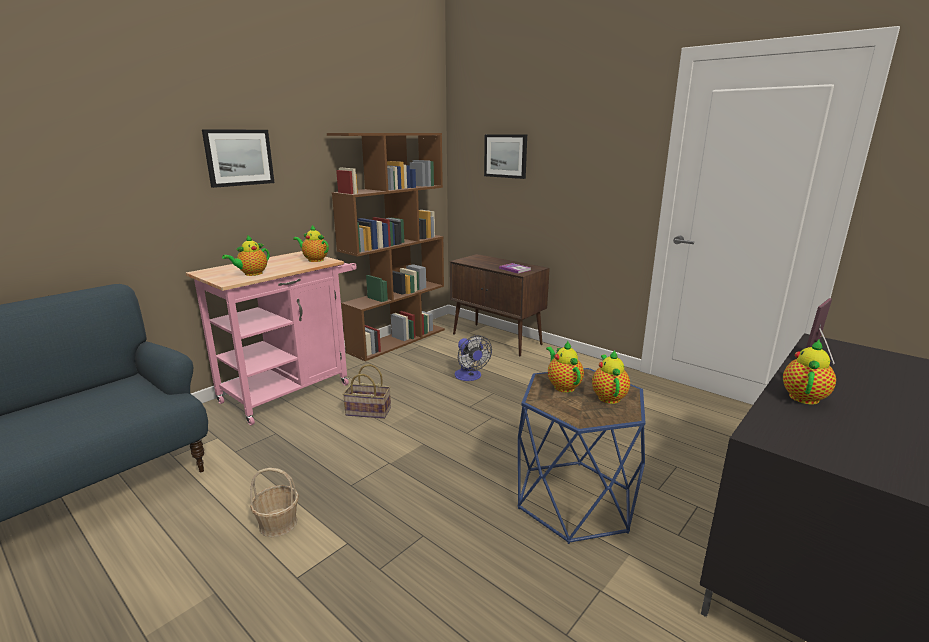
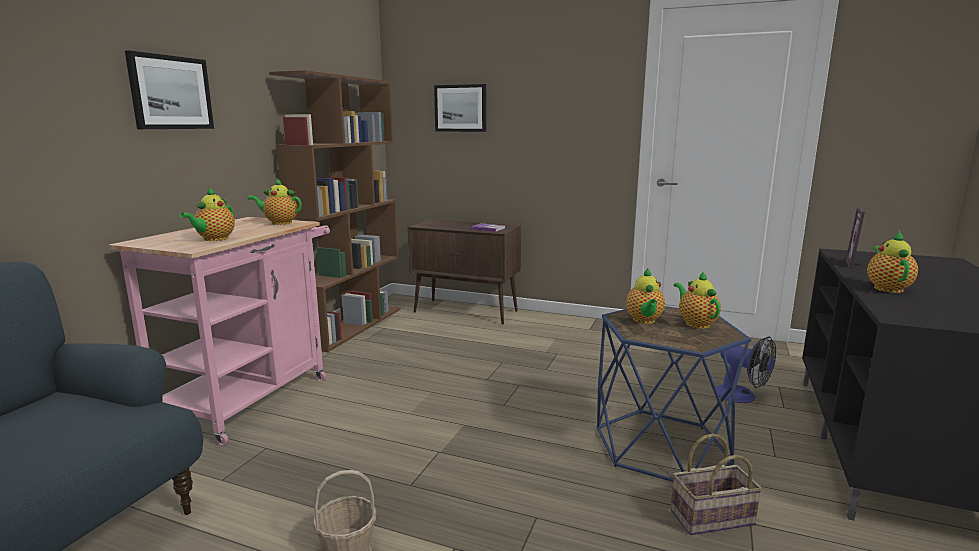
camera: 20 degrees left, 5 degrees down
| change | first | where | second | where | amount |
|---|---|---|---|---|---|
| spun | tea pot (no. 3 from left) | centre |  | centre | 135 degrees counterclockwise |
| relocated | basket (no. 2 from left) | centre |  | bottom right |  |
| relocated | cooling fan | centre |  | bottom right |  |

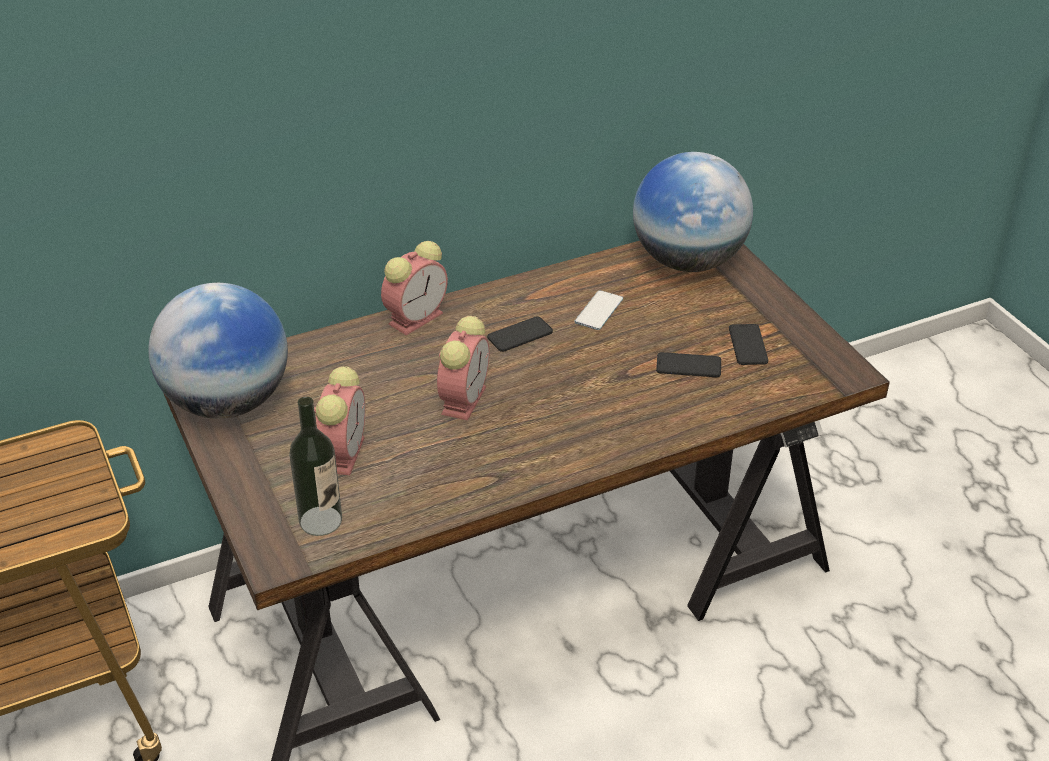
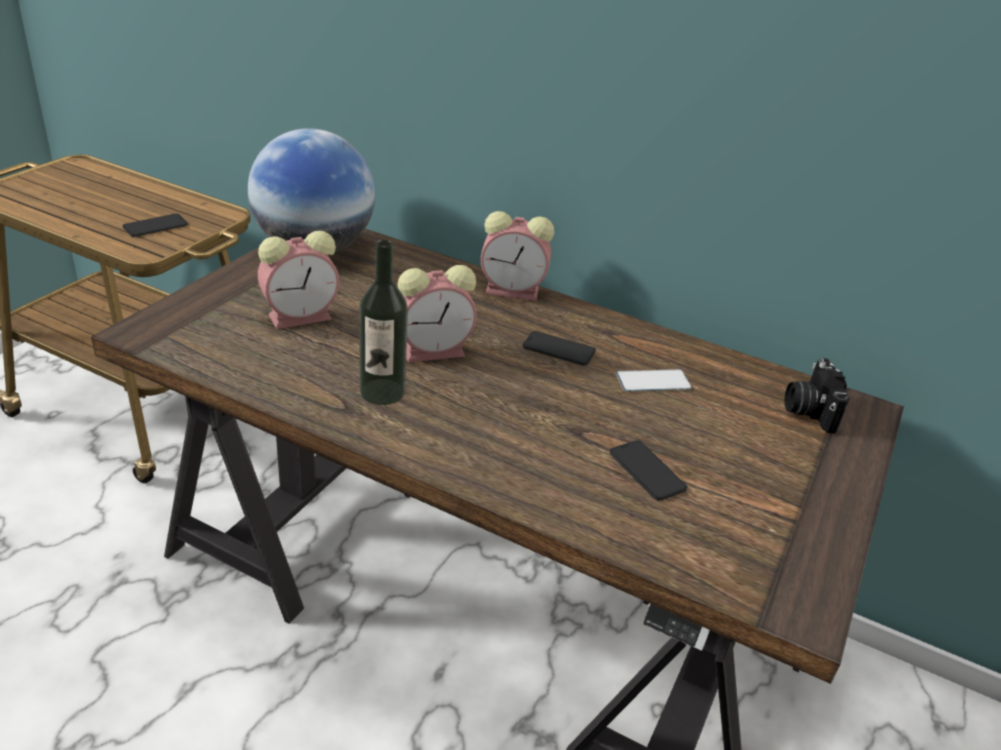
camera: 50 degrees right, 5 degrees down
| change | first | where | second | where | amount |
|---|---|---|---|---|---|
| relocated | phone (no. 4 from left in the first image) | middle right | phone (no. 1 from left) | top left |  |
| relocated | beverage bottle | middle left |  | centre |  |
| exchanged | world globe (no. 2 from left) | top centre | still camera | middle right |  |

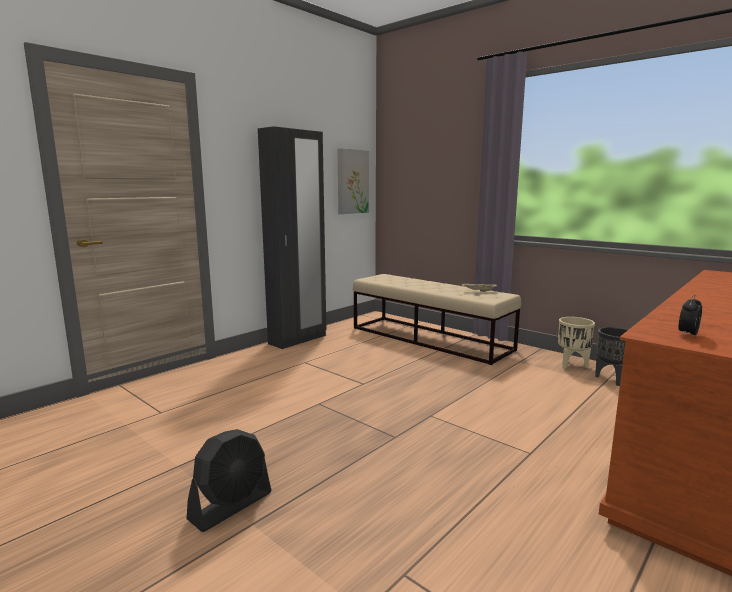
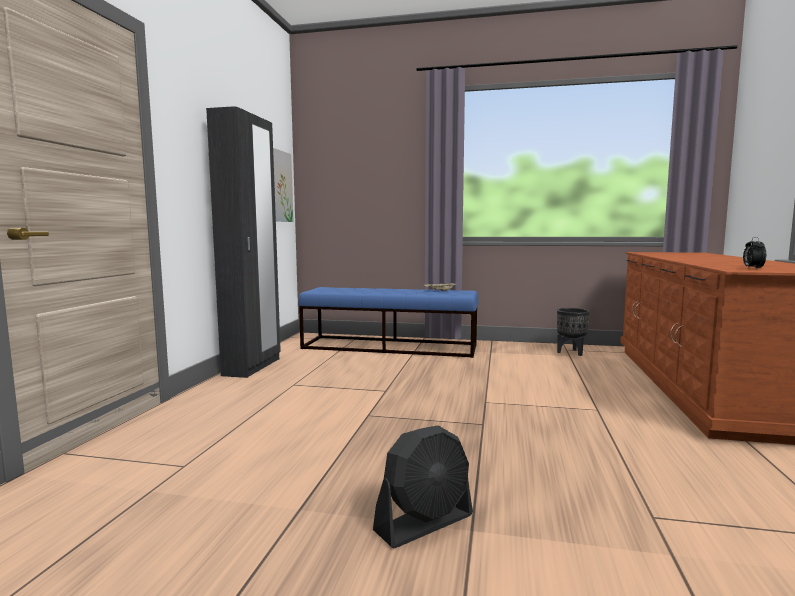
camera: 30 degrees left, 5 degrees down
| change | first | where | second | where | amount |
|---|---|---|---|---|---|
| colour | bench/beige | centre | bench/blue-coloured | centre |  |
| spun | cooling fan/black | bottom left |  | bottom centre | 45 degrees clockwise |
| missing | flower pot/beige | middle right |  |  |  |

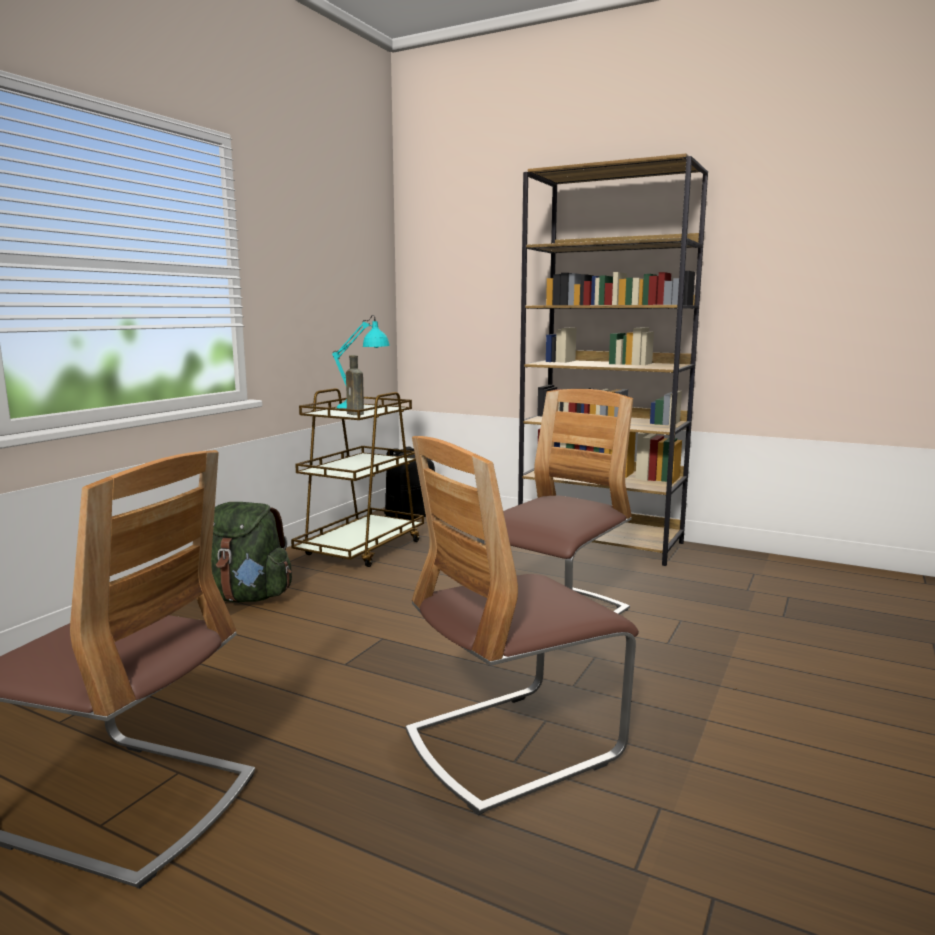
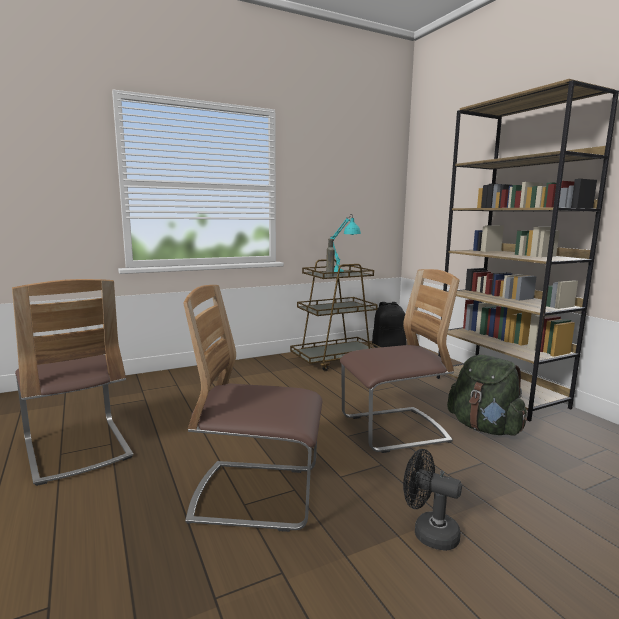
camera: 35 degrees right, 0 degrees up
| change | first | where | second | where | amount |
|---|---|---|---|---|---|
| appeared |  |  | cooling fan/black | bottom right |  |
| relocated | rucksack/green-coloured | middle left |  | middle right |  |

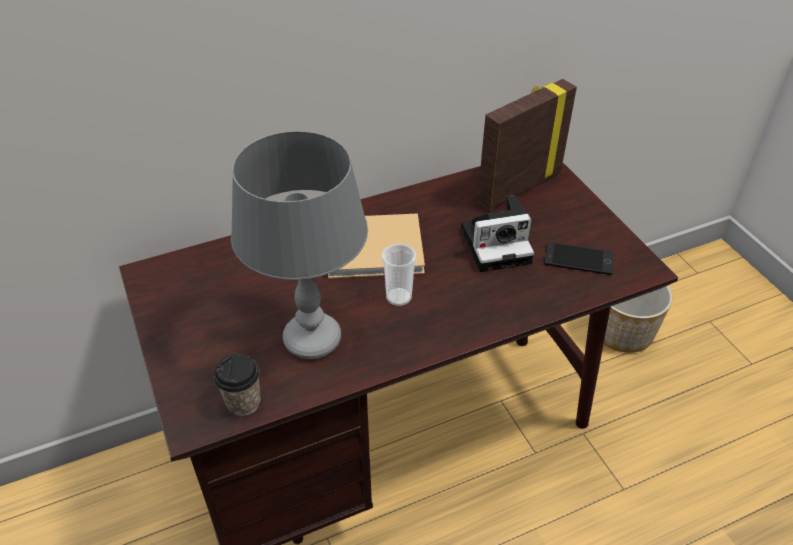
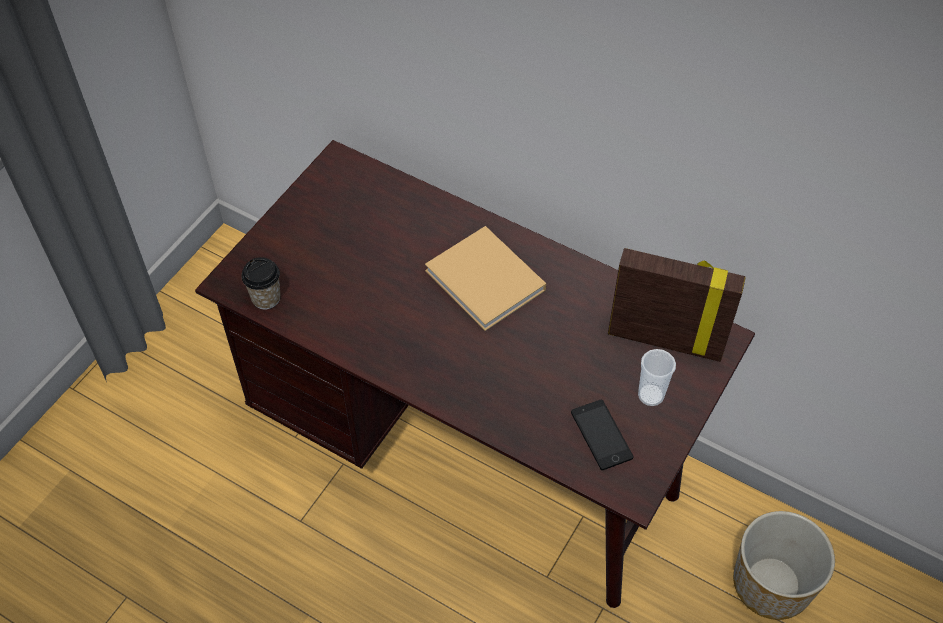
camera: 55 degrees right, 10 degrees up
| change | first | where | second | where | amount |
|---|---|---|---|---|---|
| relocated | cup (no. 2 from left) | centre |  | middle right |  |
| missing | tabletop lamp/greyish | centre |  |  |  |
| missing | still camera | centre |  |  |  |

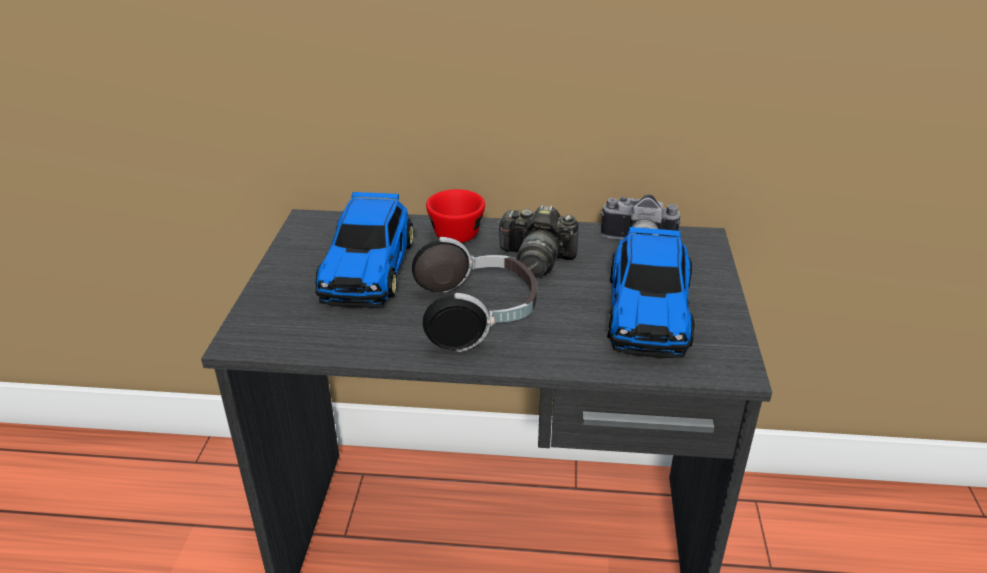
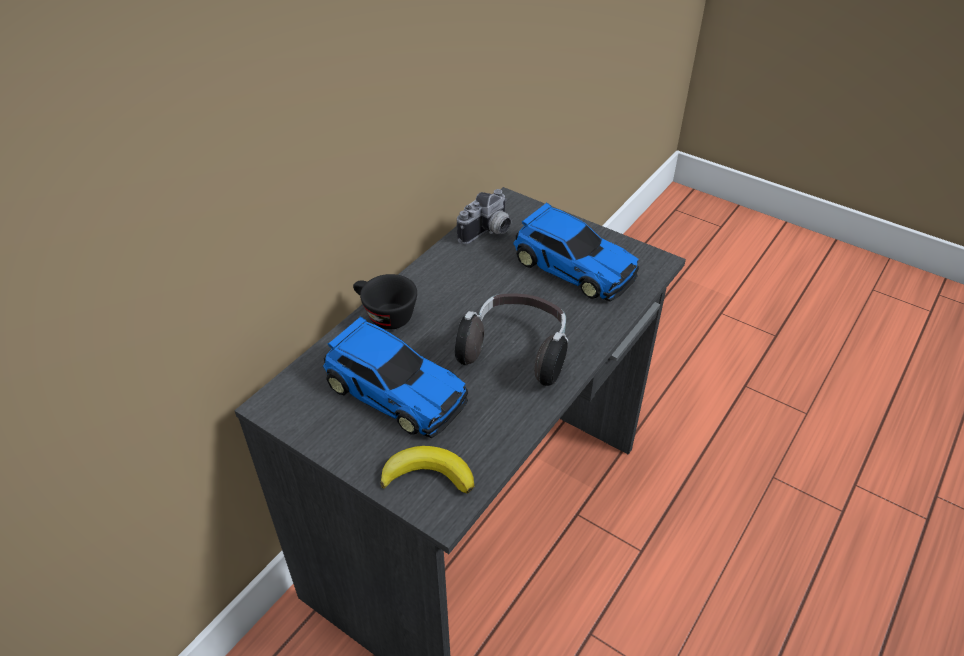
camera: 60 degrees left, 10 degrees up
| change | first | where | second | where | amount |
|---|---|---|---|---|---|
| colour | cup/reddish | centre | cup/black | centre |  |
| appeared |  |  | banana fruit | bottom centre |  |
| missing | still camera (no. 1 from left) | centre |  |  |  |

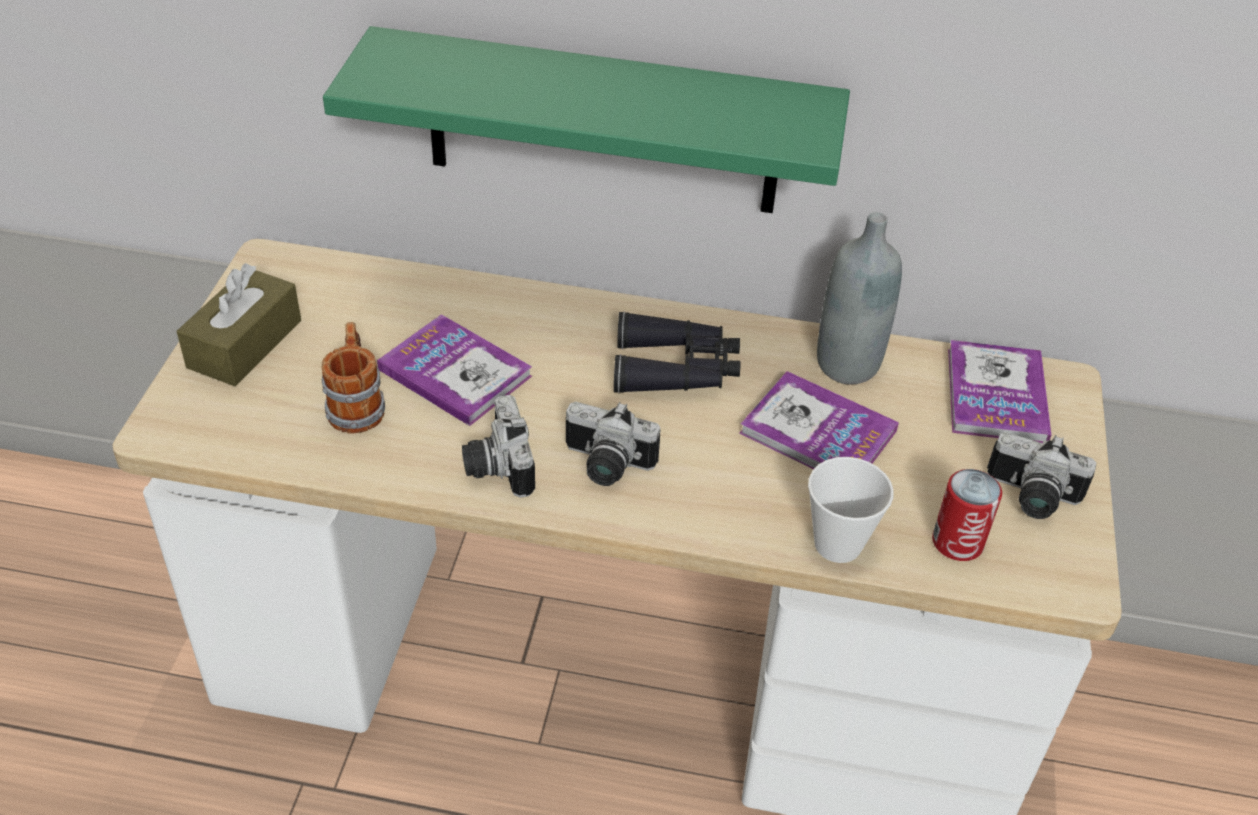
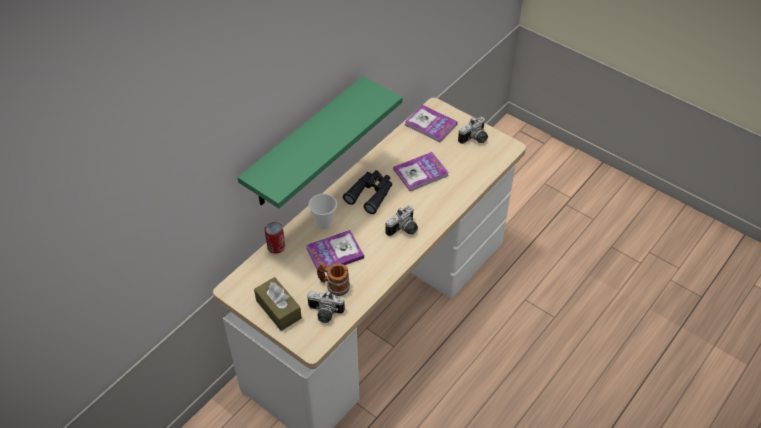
camera: 60 degrees left, 5 degrees up
| change | first | where | second | where | amount |
|---|---|---|---|---|---|
| relocated | can | middle right |  | centre |  |
| relocated | still camera (no. 1 from left) | centre |  | bottom centre |  |
| relocated | cup | middle right |  | centre |  |
| missing | beverage bottle/greyish | middle right |  |  |  |

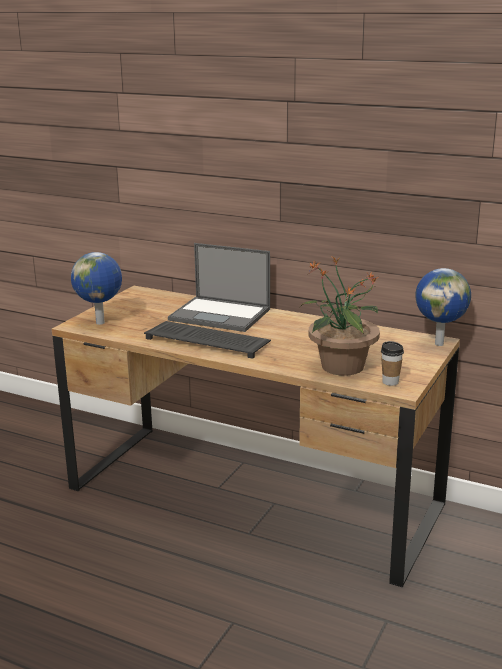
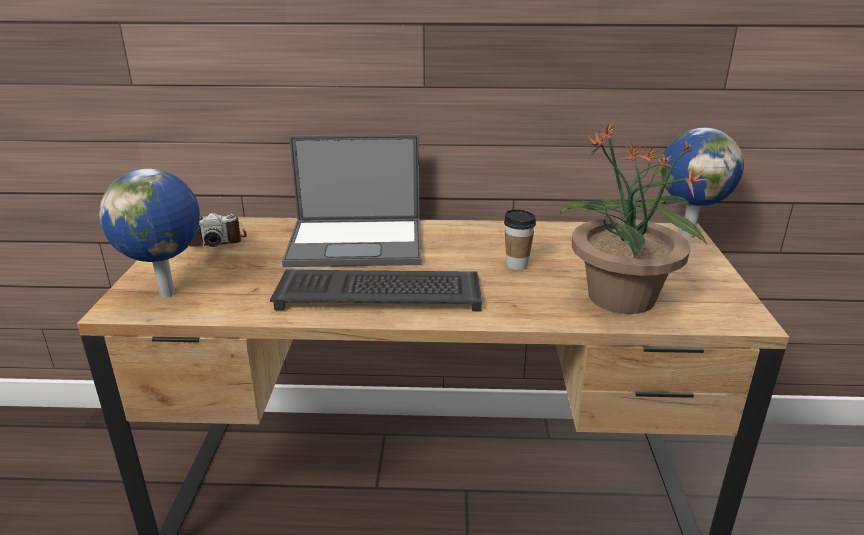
camera: 25 degrees left, 5 degrees up
| change | first | where | second | where | amount |
|---|---|---|---|---|---|
| appeared |  |  | still camera | middle left |  |
| relocated | cup | middle right |  | centre |  |

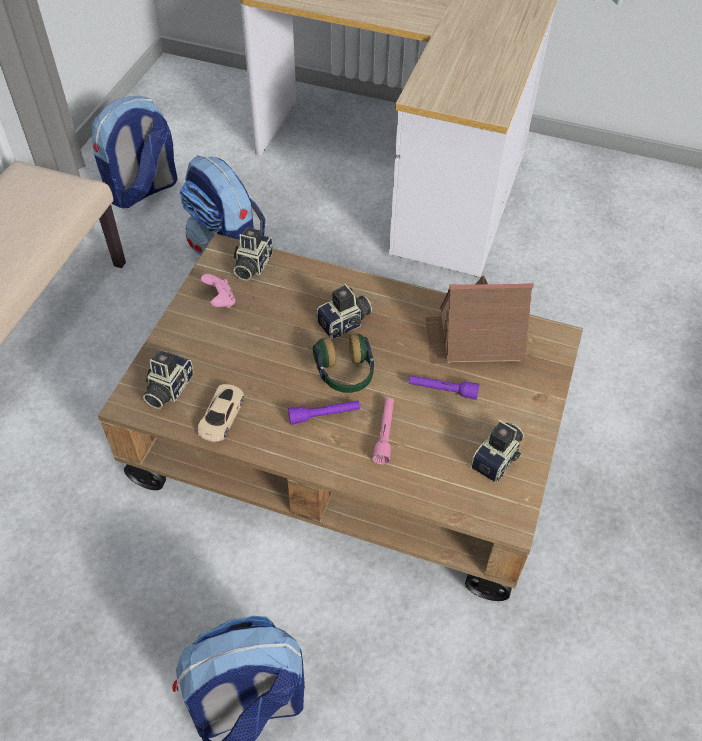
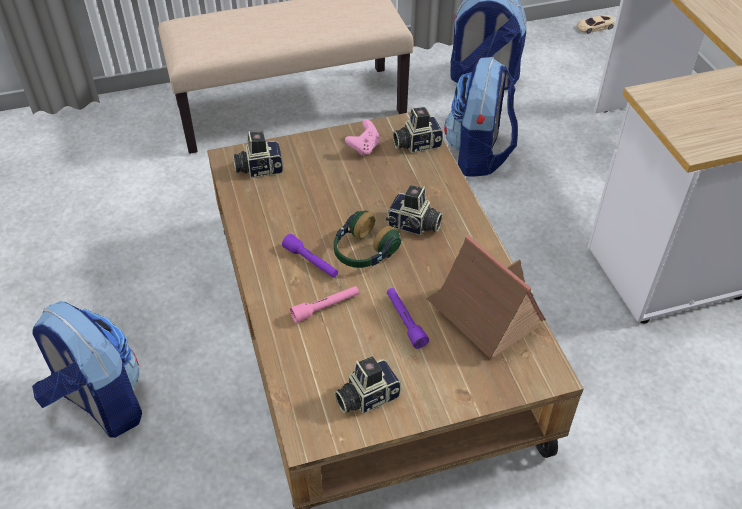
camera: 55 degrees right, 5 degrees down
| change | first | where | second | where | amount |
|---|---|---|---|---|---|
| spun | still camera (no. 4 from left in the first image) | middle right | still camera (no. 2 from left) | bottom centre | 150 degrees clockwise |
| relocated | toy car/beige | middle left |  | top right |  |

